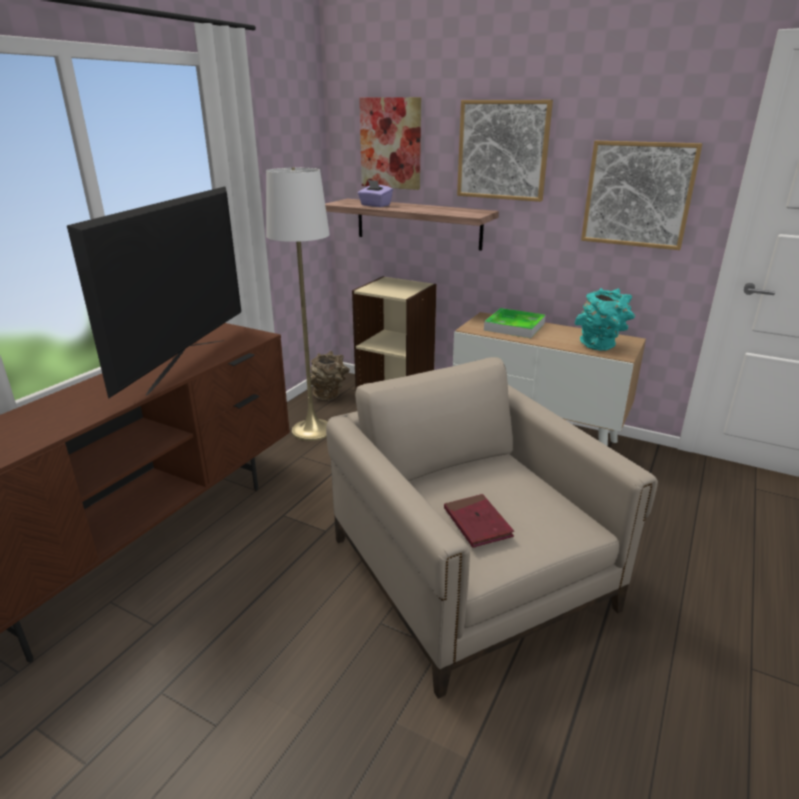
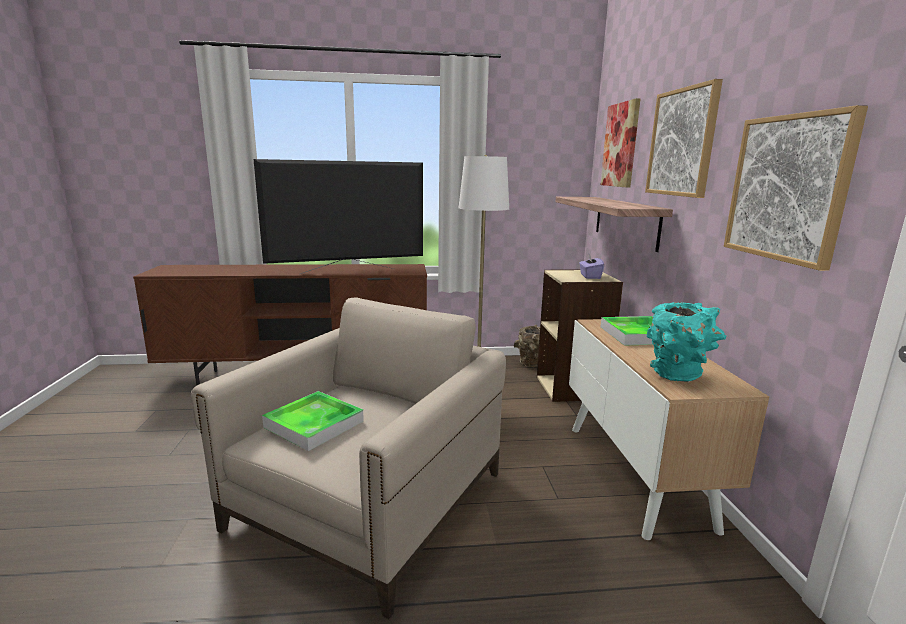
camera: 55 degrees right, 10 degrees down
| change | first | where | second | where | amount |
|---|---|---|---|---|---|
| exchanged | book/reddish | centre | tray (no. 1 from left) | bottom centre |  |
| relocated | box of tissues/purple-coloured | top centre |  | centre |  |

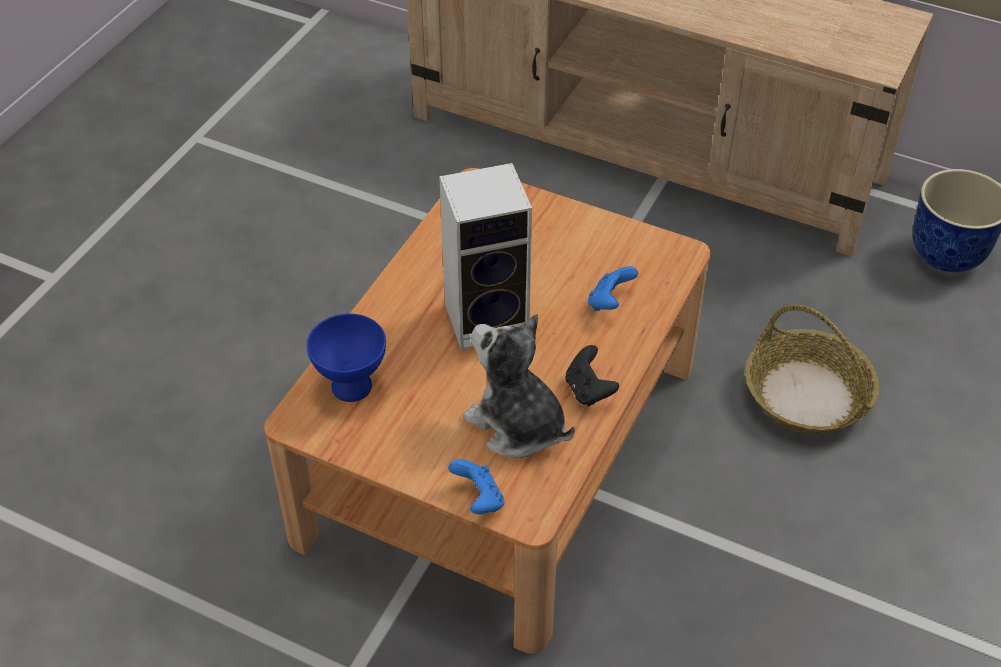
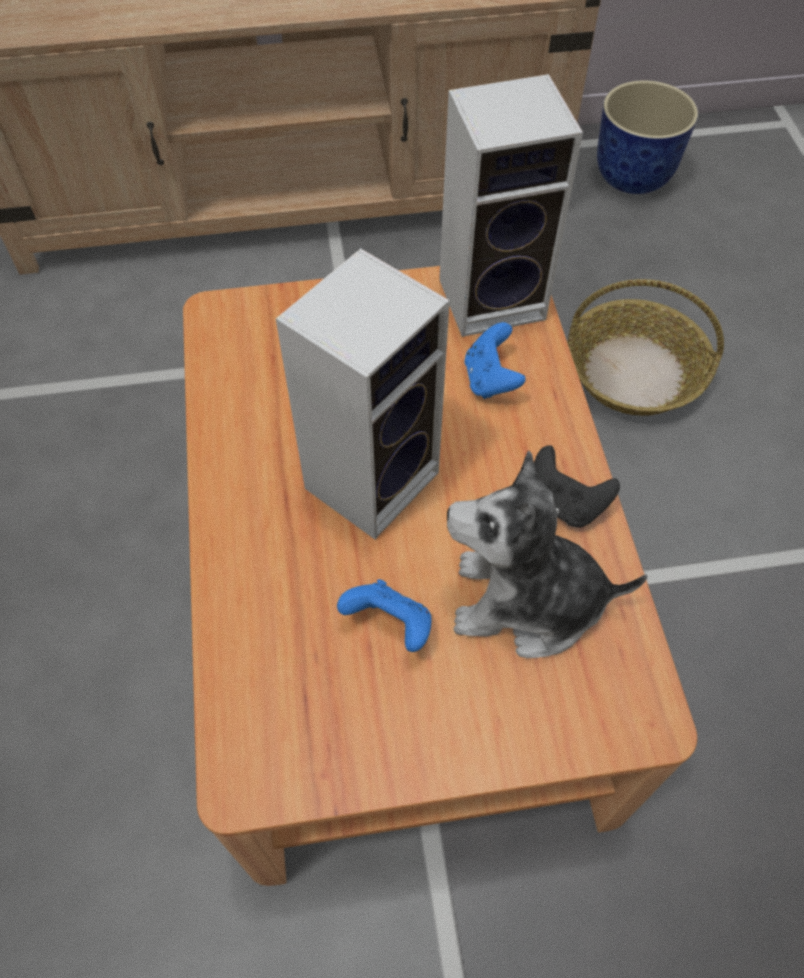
camera: 35 degrees left, 10 degrees up
| change | first | where | second | where | amount |
|---|---|---|---|---|---|
| relocated | game controller/blue-coloured (no. 1 from left) | bottom centre |  | centre |  |
| appeared |  |  | audio speaker (no. 2 from left) | top centre |  |
| missing | serving bowl/blue-coloured | centre |  |  |  |

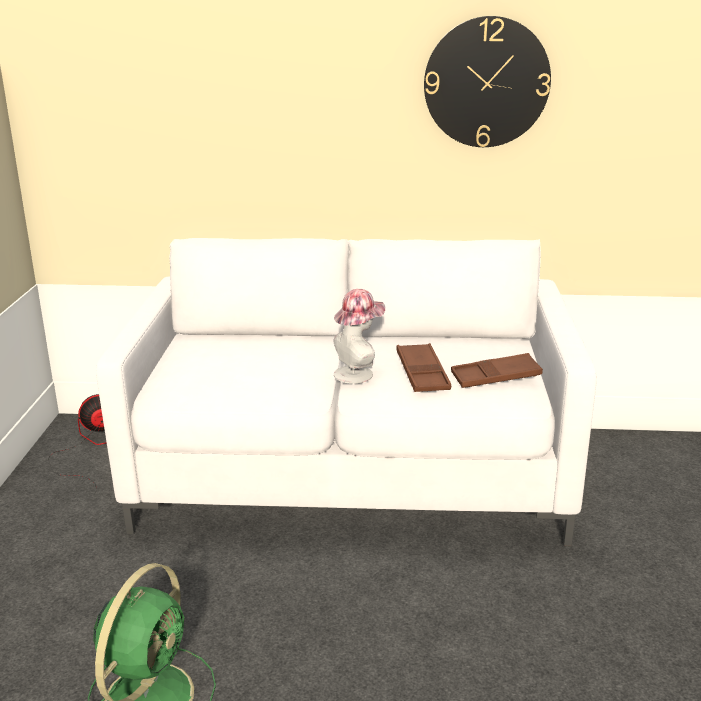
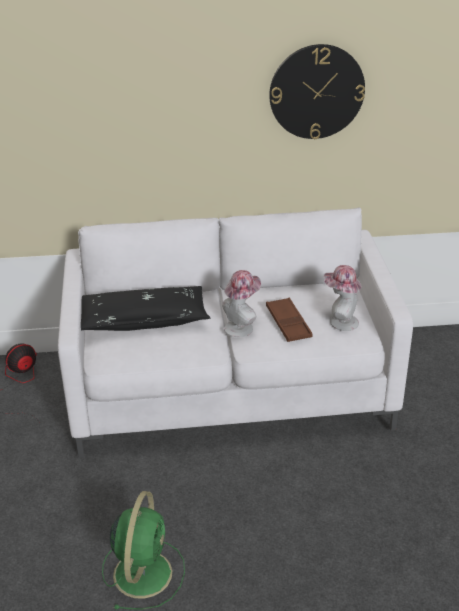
camera: 10 degrees left, 10 degrees up
| change | first | where | second | where | amount |
|---|---|---|---|---|---|
| appeared |  |  | cushion/black | middle left |  |
| exchanged | tray/brown (no. 2 from left) | middle right | clothing hat (no. 2 from left) | middle right |  |

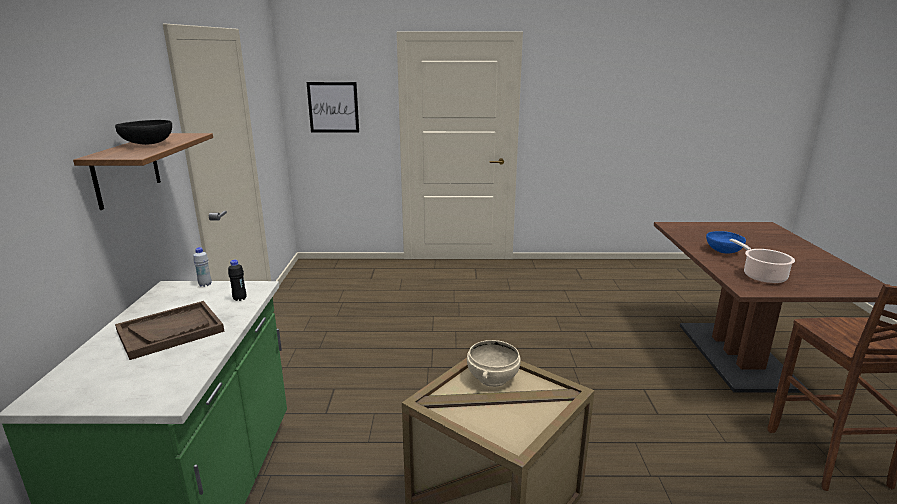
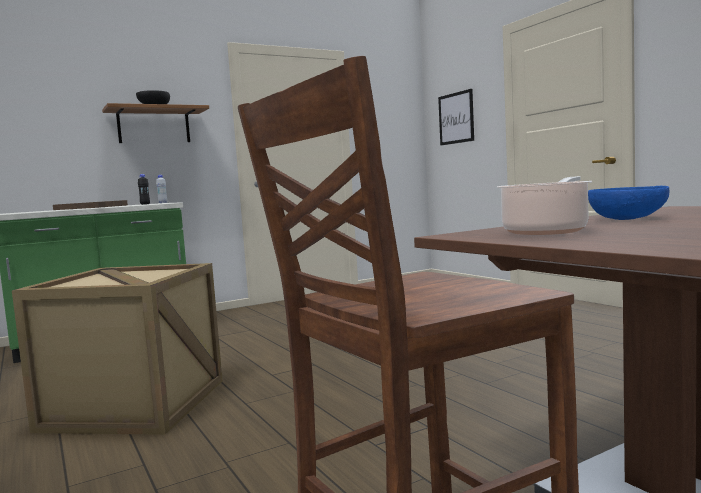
camera: 60 degrees right, 15 degrees down
| change | first | where | second | where | amount |
|---|---|---|---|---|---|
| missing | serving bowl/beige | bottom centre |  |  |  |

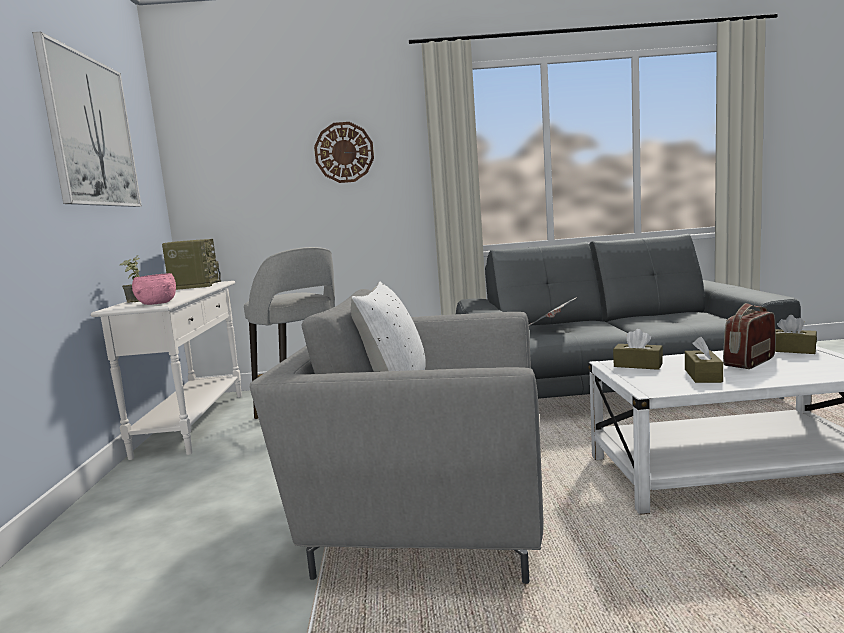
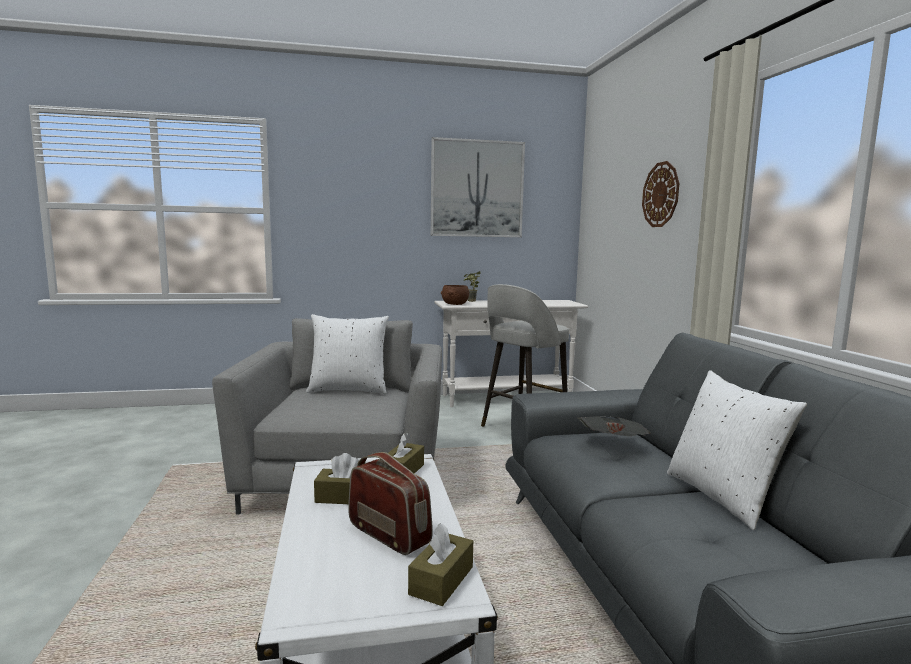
camera: 80 degrees right, 0 degrees up
| change | first | where | second | where | amount |
|---|---|---|---|---|---|
| colour | serving bowl/pink-coloured | middle left | serving bowl/brown | centre |  |
| appeared |  |  | cushion/white-coloured (no. 2 from left) | bottom right |  |
| missing | radio set (no. 1 from left) | middle left |  |  |  |

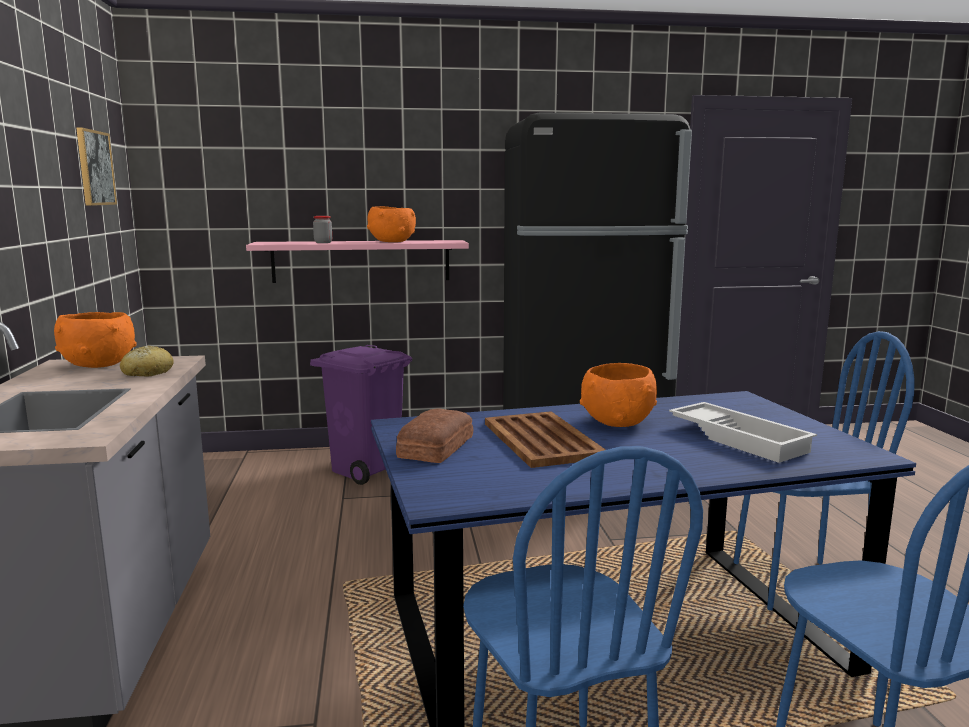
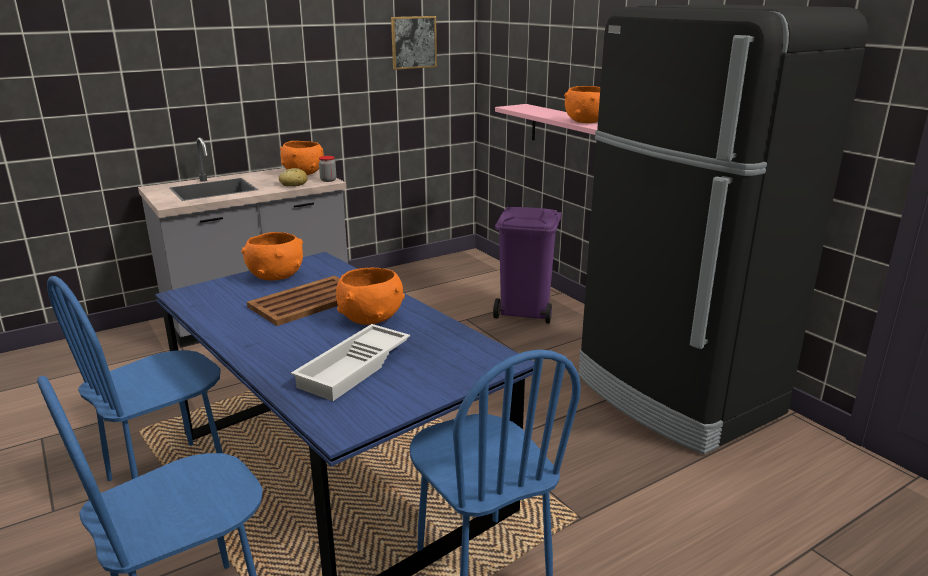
camera: 65 degrees right, 10 degrees up
| change | first | where | second | where | amount |
|---|---|---|---|---|---|
| exchanged | bakery bread (no. 2 from left) | centre | serving bowl/orangey (no. 1 from left) | middle left |  |
| relocated | storage jar | top left |  | top centre |  |

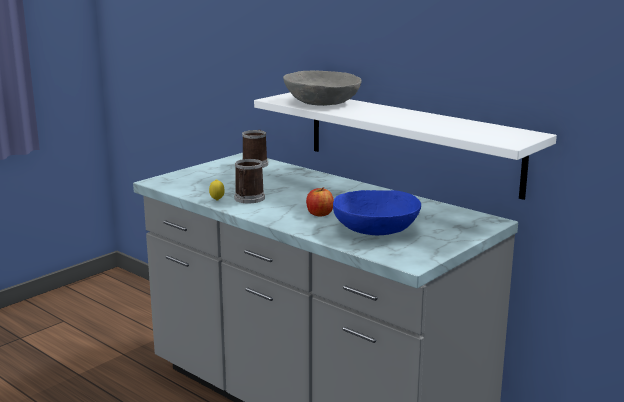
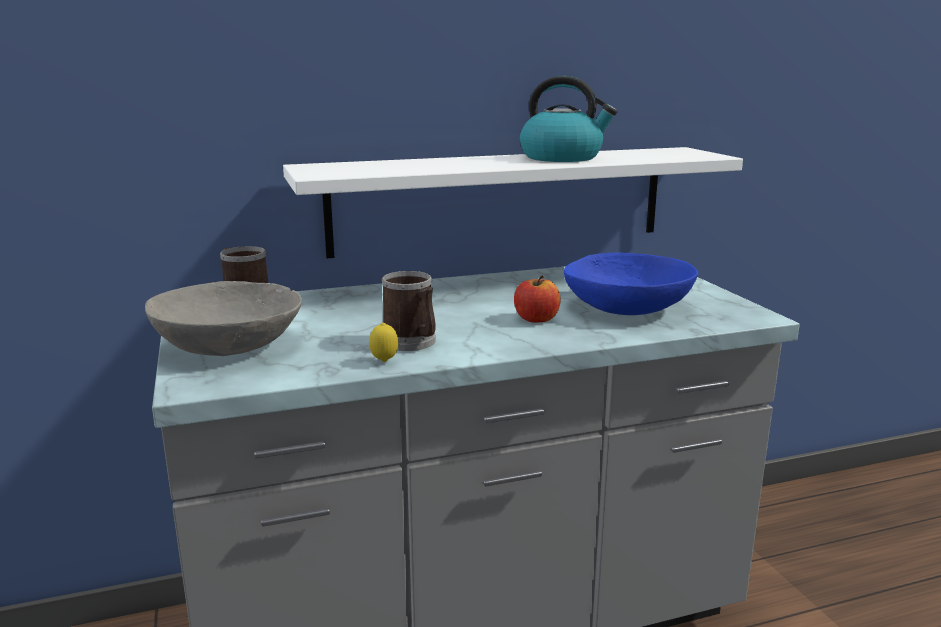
camera: 60 degrees left, 0 degrees up
| change | first | where | second | where | amount |
|---|---|---|---|---|---|
| relocated | serving bowl/greyish | top centre |  | middle left |  |
| appeared |  |  | kettle | top centre |  |

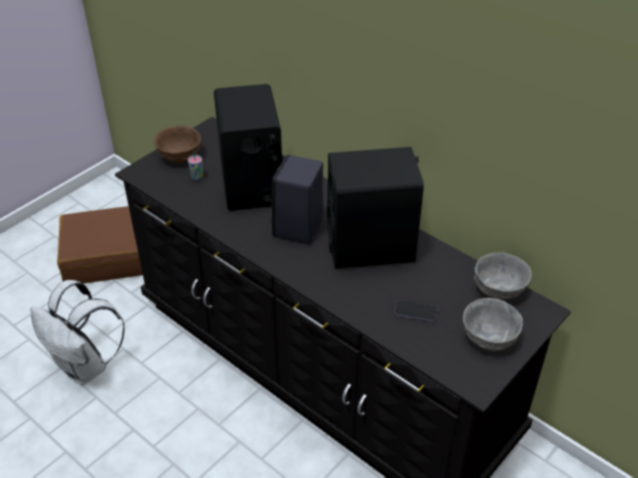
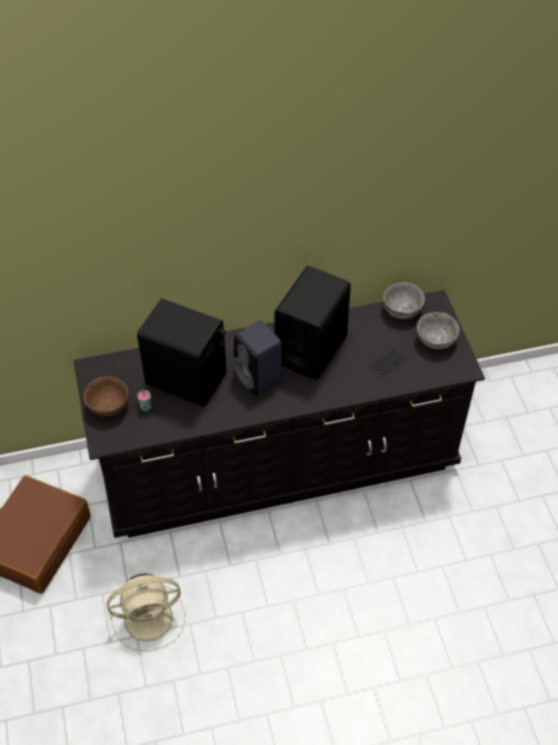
camera: 55 degrees left, 10 degrees up
| change | first | where | second | where | amount |
|---|---|---|---|---|---|
| exchanged | rucksack/white-coloured | bottom left | cooling fan/beige | bottom left |  |

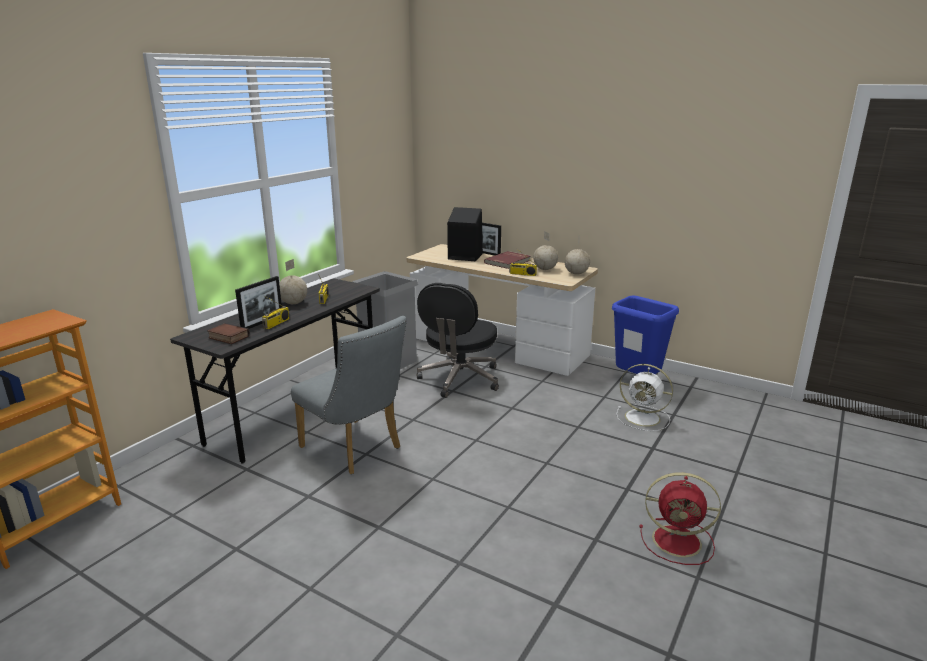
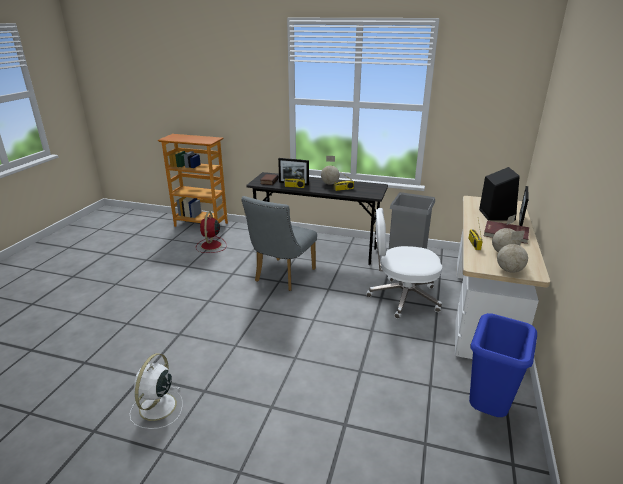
camera: 75 degrees right, 5 degrees up
| change | first | where | second | where | amount |
|---|---|---|---|---|---|
| relocated | cooling fan/white-coloured | middle right |  | bottom left |  |
| relocated | cooling fan/reddish | bottom right |  | centre |  |
| colour | computer chair/black | centre | computer chair/white-coloured | centre |  |

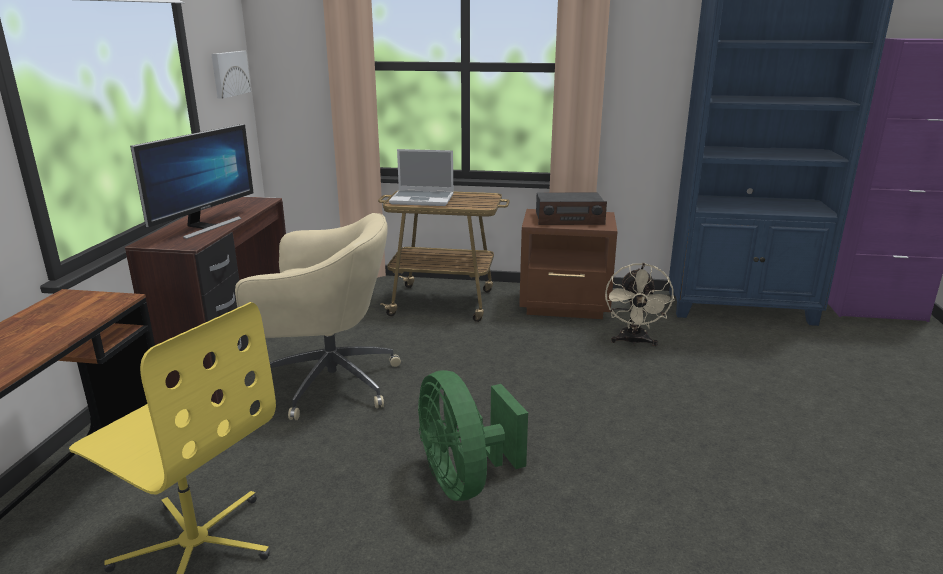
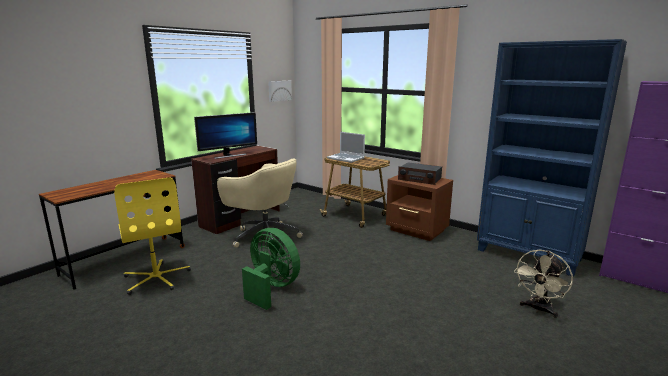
camera: 30 degrees right, 5 degrees down
| change | first | where | second | where | amount |
|---|---|---|---|---|---|
| spun | cooling fan/green-coloured | bottom centre |  | bottom centre | 120 degrees clockwise |
| relocated | cooling fan/beige | middle right |  | bottom right |  |

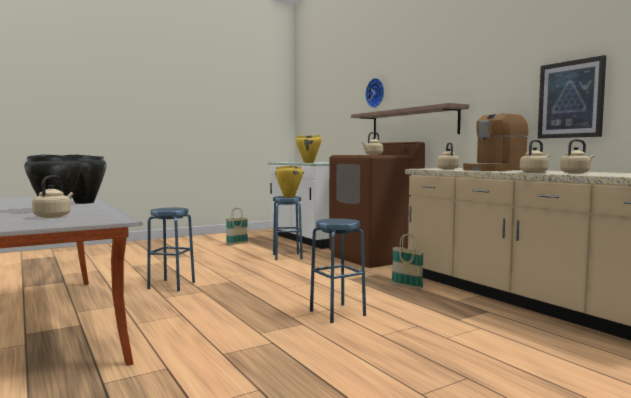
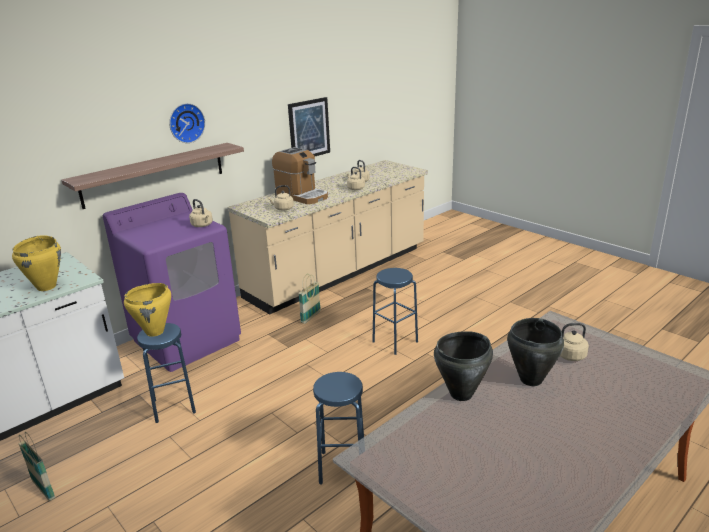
camera: 100 degrees left, 20 degrees up
| change | first | where | second | where | amount |
|---|---|---|---|---|---|
| colour | laundry appliance/brown | centre | laundry appliance/purple-coloured | middle left |  |
| relocated | hanging clock | top centre |  | top left |  |

